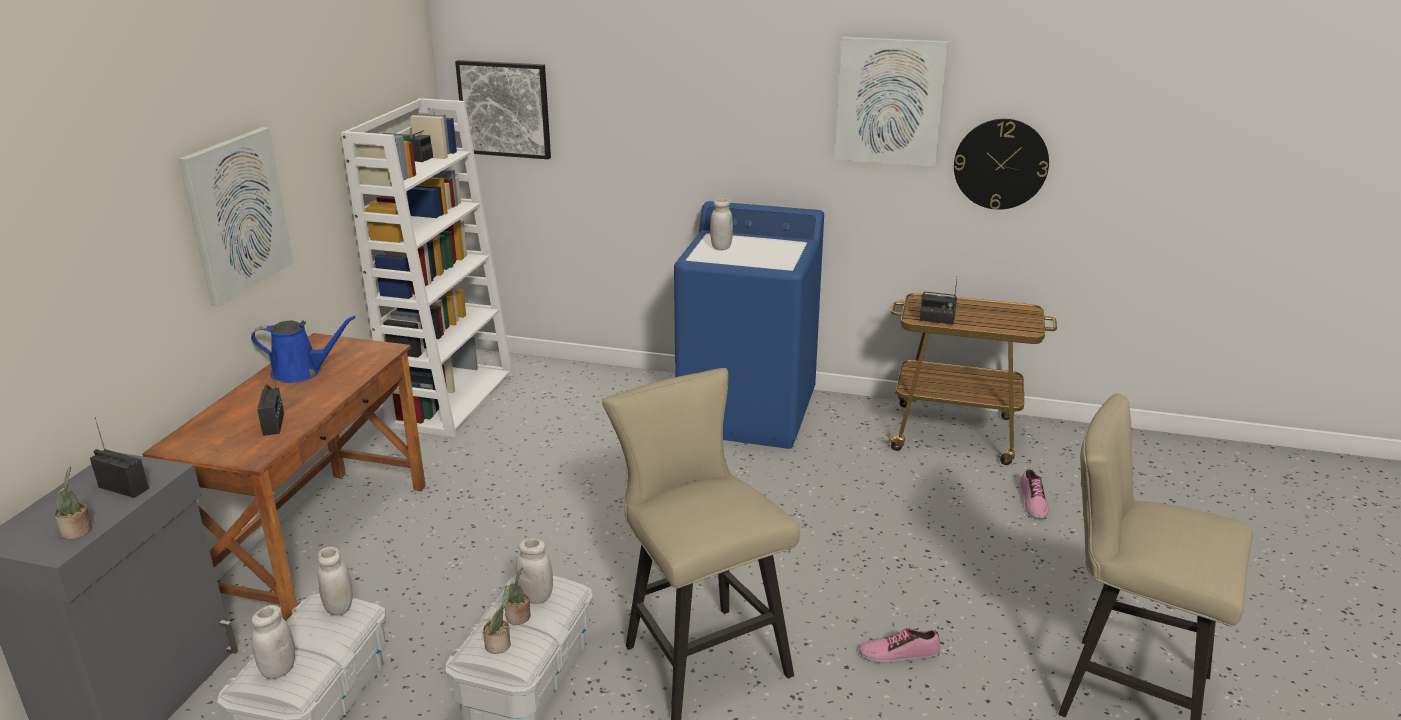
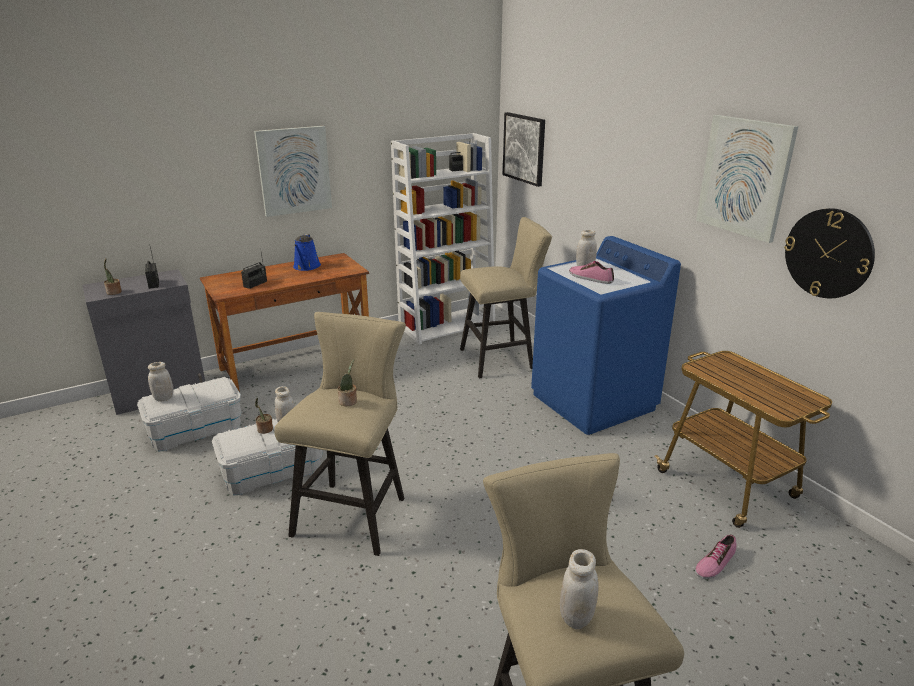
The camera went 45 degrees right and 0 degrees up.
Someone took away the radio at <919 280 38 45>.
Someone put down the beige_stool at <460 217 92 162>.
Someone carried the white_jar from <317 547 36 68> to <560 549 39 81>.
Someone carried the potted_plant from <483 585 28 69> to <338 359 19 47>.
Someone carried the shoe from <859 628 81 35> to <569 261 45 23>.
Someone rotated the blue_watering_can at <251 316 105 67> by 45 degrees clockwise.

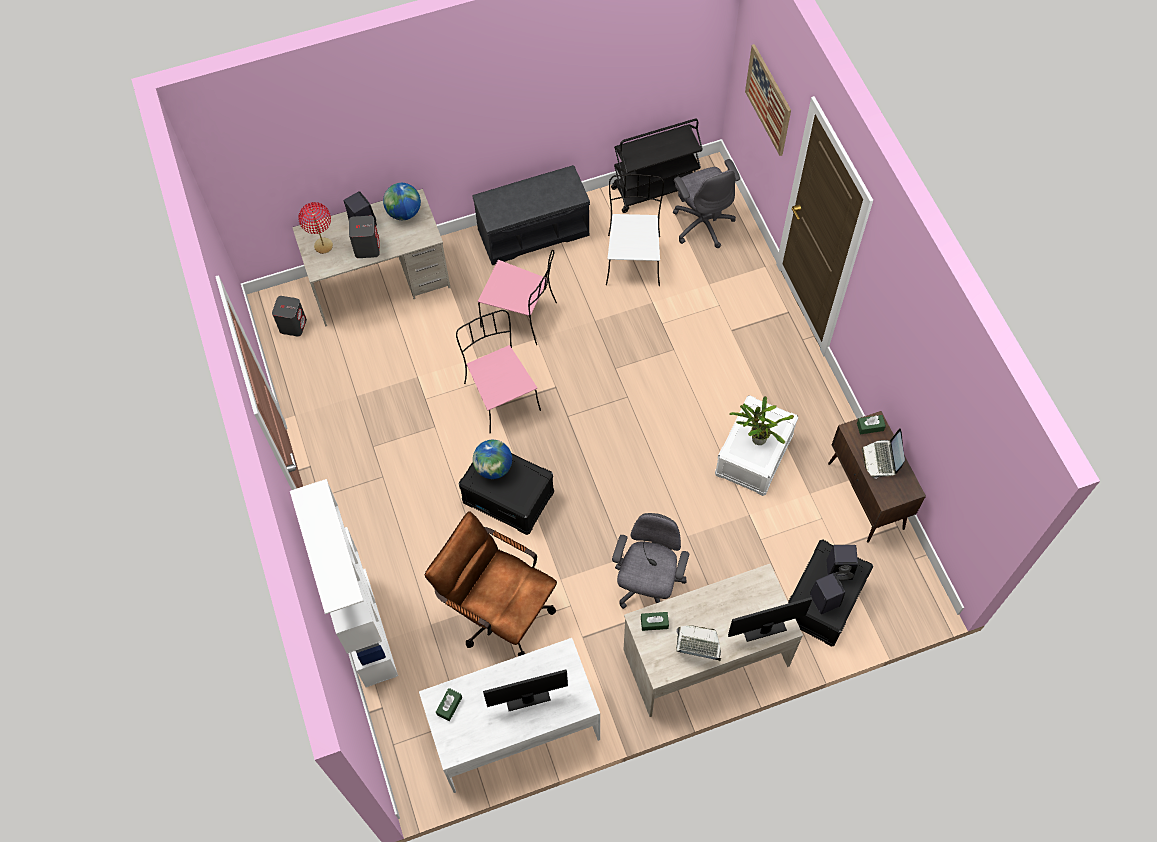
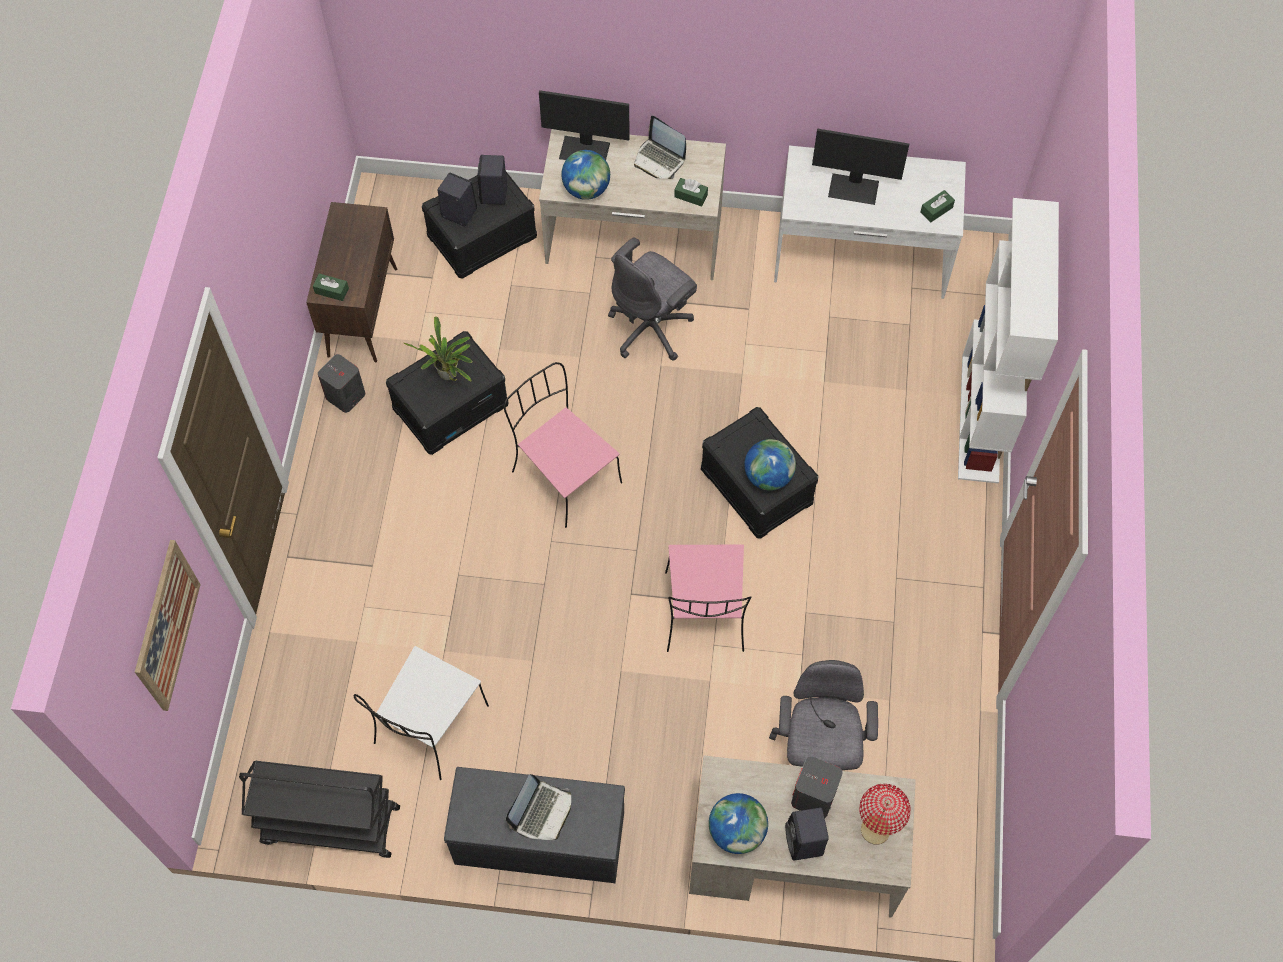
The camera went 155 degrees left and 0 degrees up.
Someone took away the brown_office_chair at <425 511 132 145>.
Someone put down the globe at <561 150 49 50>.
Someone carried the grey_speaker from <272 296 35 40> to <318 354 47 59>.
Someone carried the pink_chair from <478 250 79 95> to <504 362 118 166>.
Someone carried the grey_office_chair from <673 159 67 89> to <769 660 109 110>.
Someone carried the laptop from <862 428 43 51> to <506 774 65 66>.
Someone repainted the white_storage_box at <715 395 83 101>, which became the black_storage_box at <386 331 123 124>.

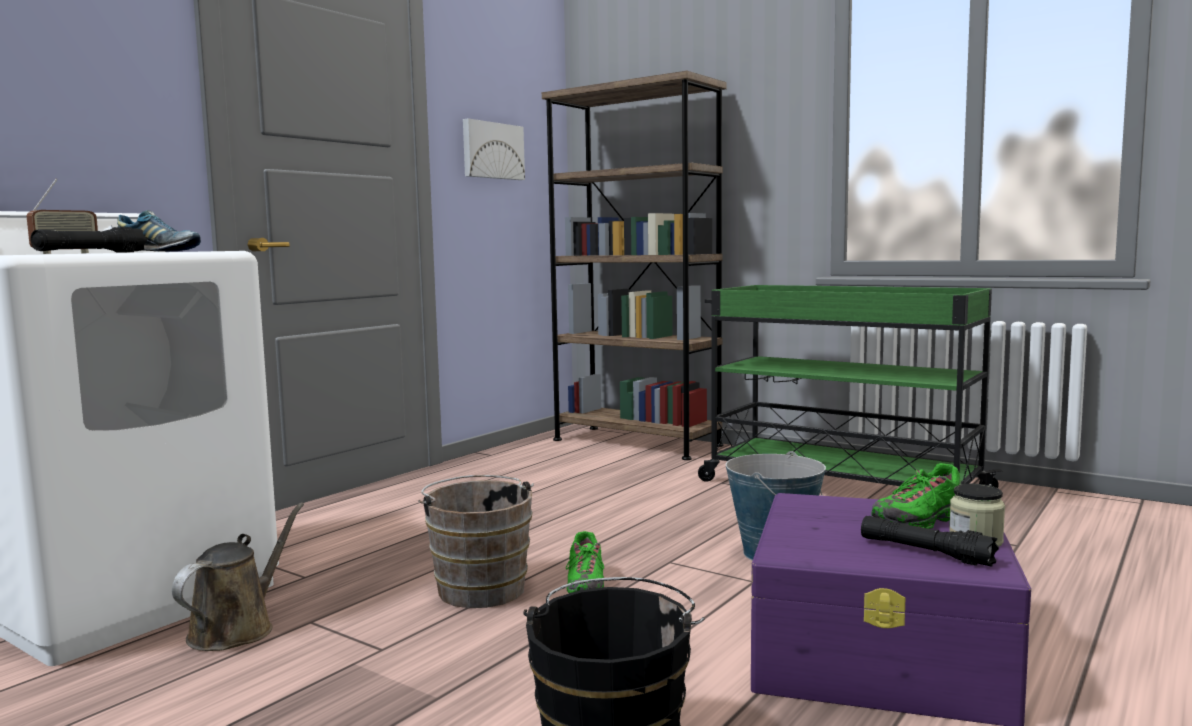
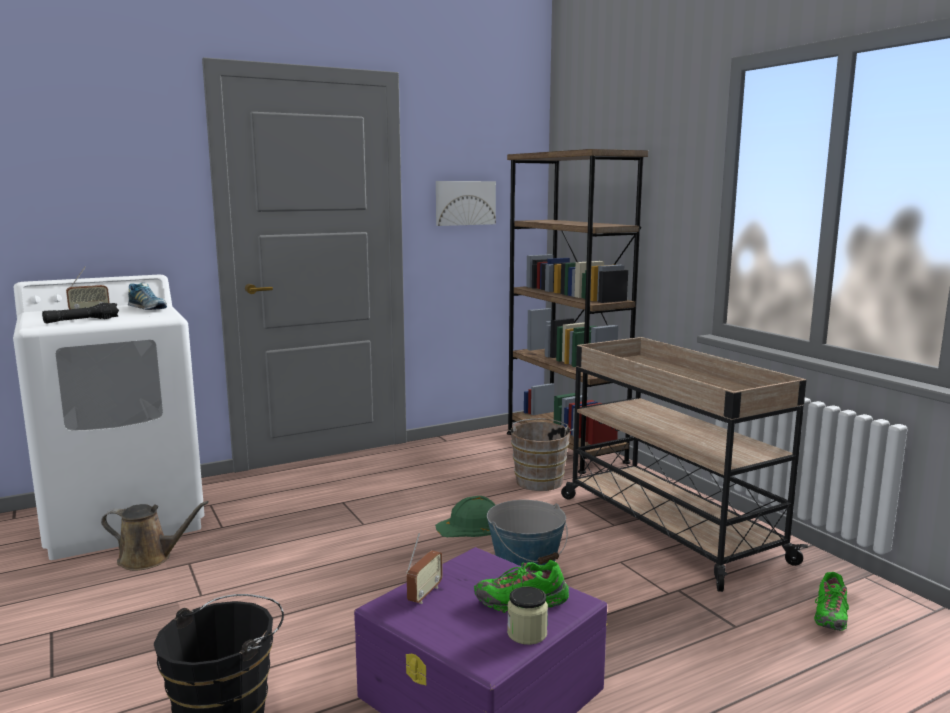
The camera went 25 degrees right and 5 degrees up.
Someone took away the black_flashlight at <861 516 138 51>.
Someone put down the radio at <406 533 37 71>.
Someone put down the green_hard_hat at <435 496 60 41>.
Someone carried the brown_bucket from <418 475 116 133> to <508 418 65 73>.
Someone carried the green_shoe from <566 531 38 62> to <814 572 35 59>.
Someone repainted the green_cart at <698 285 305 203>, which became the beige_cart at <561 337 247 255>.
Someone rotated the brown_watering_can at <172 502 132 149> by 45 degrees clockwise.

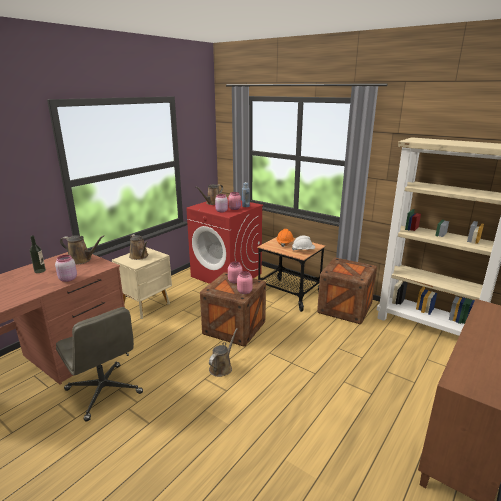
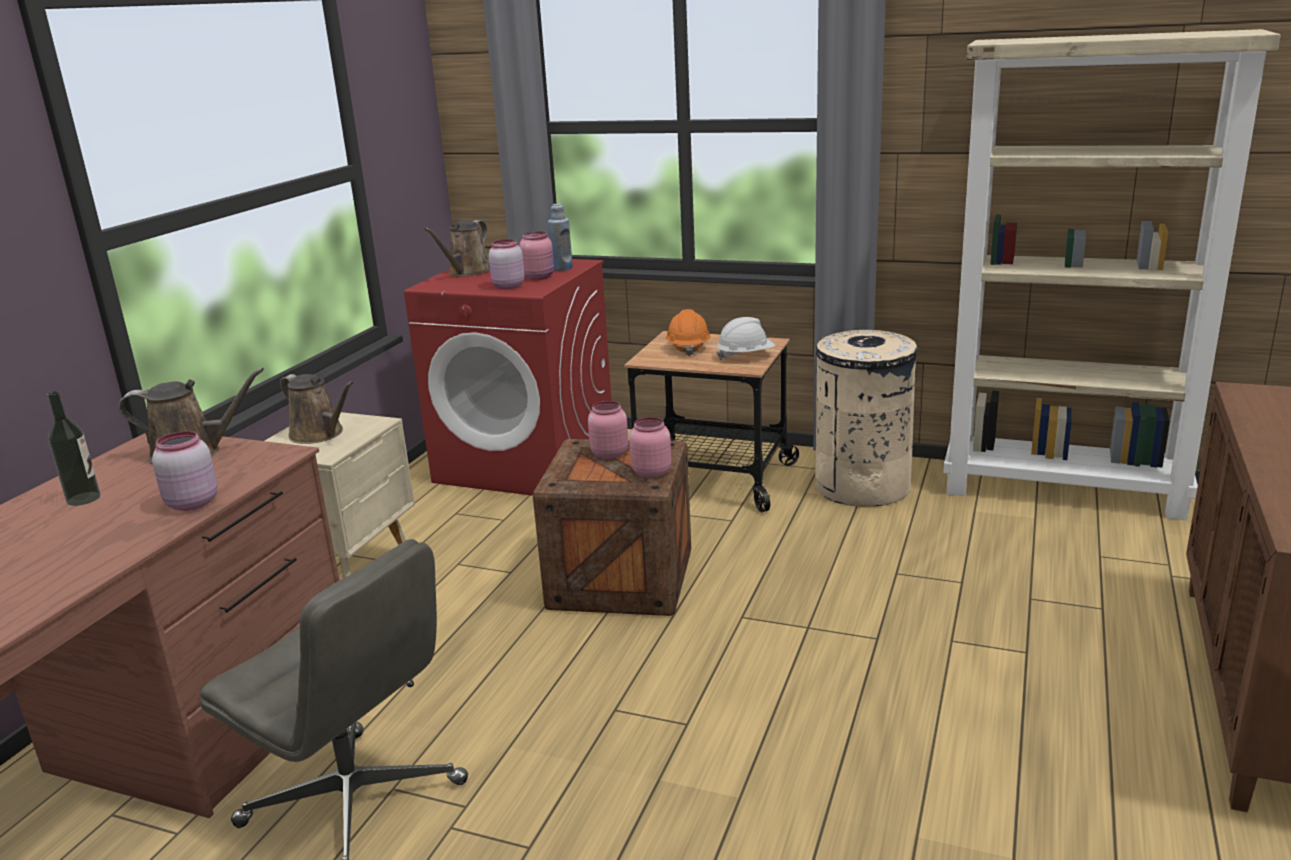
The camera went 15 degrees left and 0 degrees up.
Someone took away the brown_watering_can at <209 328 29 49>.
Someone swapped the crate at <317 258 60 66> for the beige_trash_can at <815 330 102 177>.

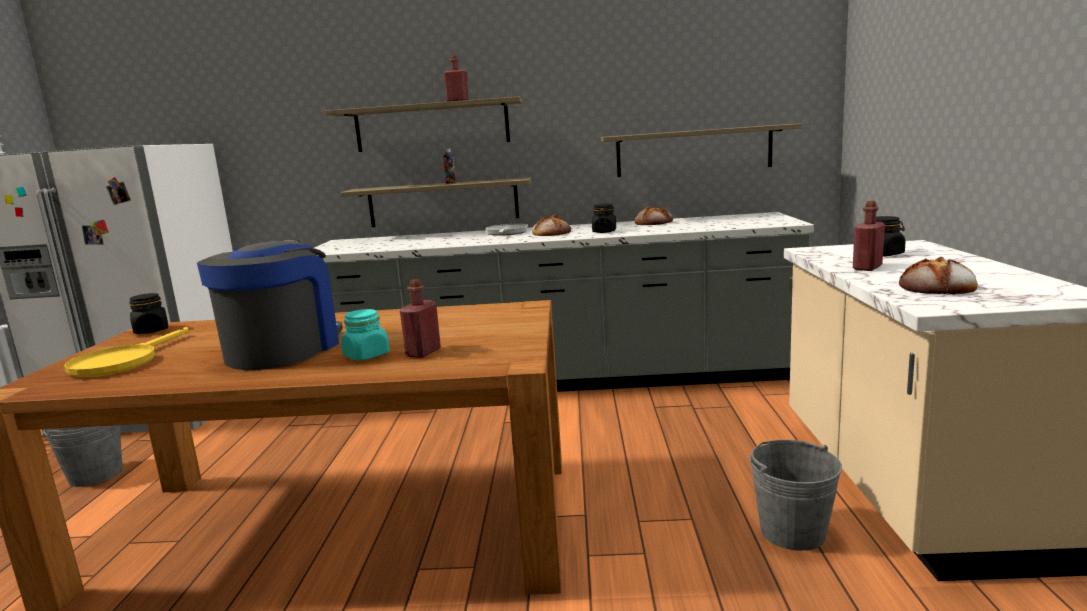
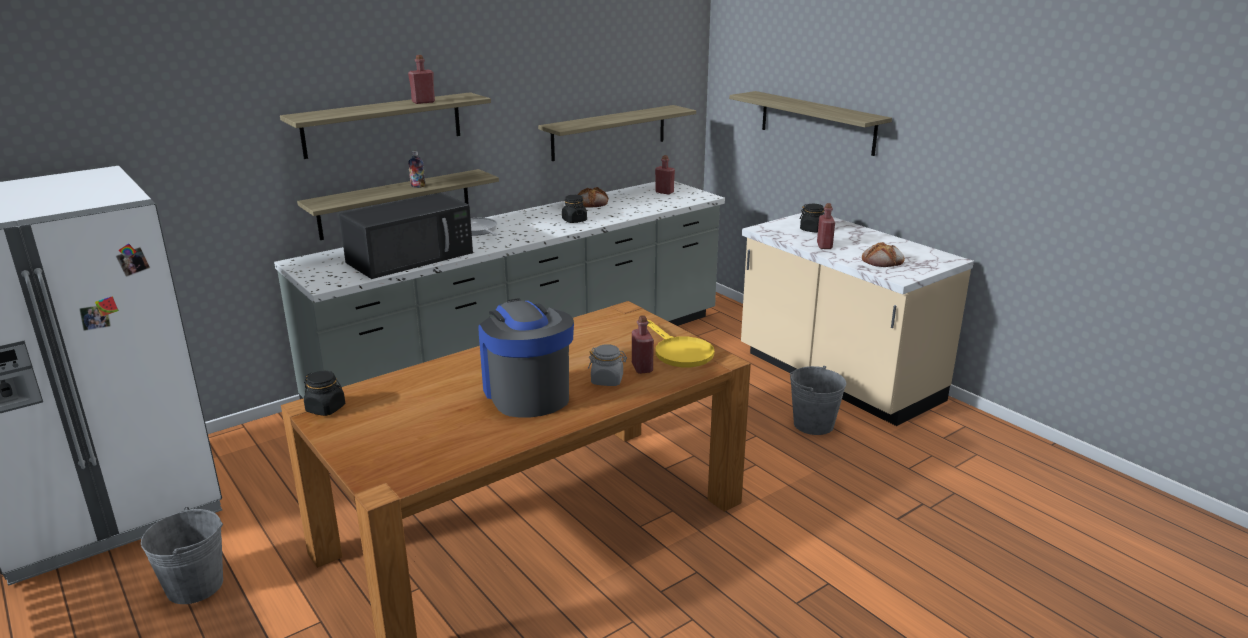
The camera went 40 degrees left and 10 degrees up.
Someone took away the bread at <532 215 39 21>.
Someone put down the black_microwave at <339 193 134 86>.
Someone put down the red_bottle at <655 155 20 40>.
Someone put up the shelf at <729 91 163 65>.
Someone carried the yellow_frying_pan from <64 327 125 50> to <648 320 66 47>.
Someone repainted the turquoise_jar at <341 309 49 51>, which became the grey_jar at <588 344 39 42>.

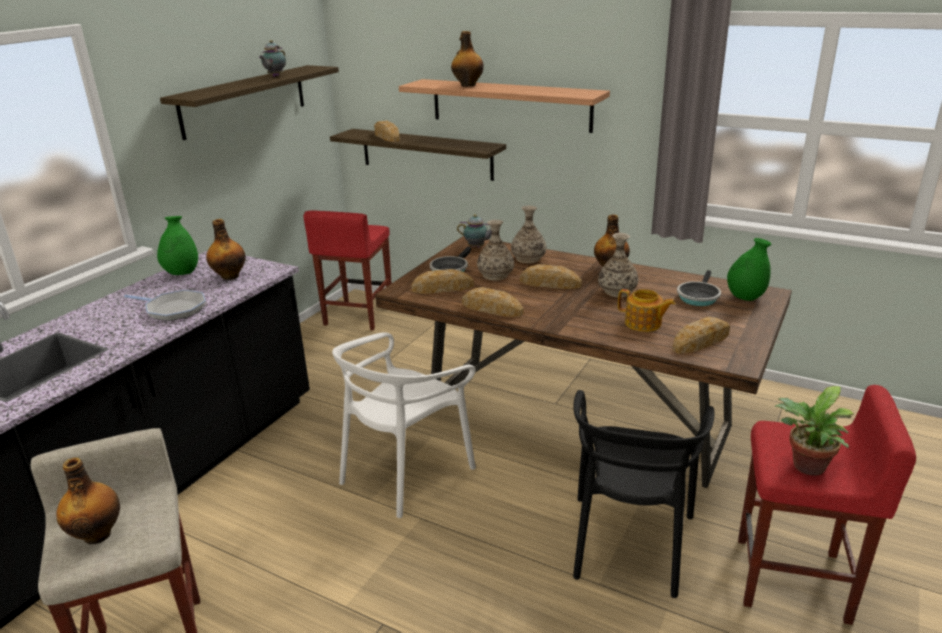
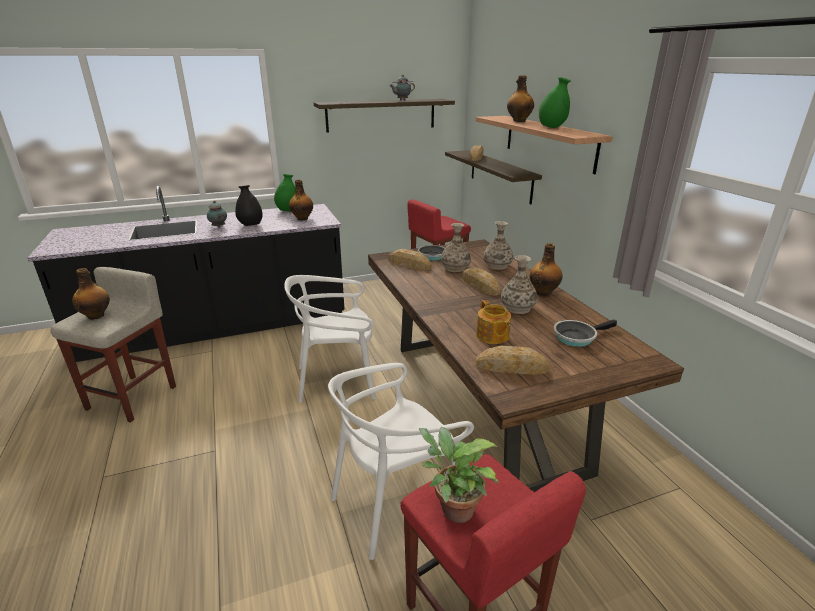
The camera went 40 degrees right and 0 degrees up.
Someone took away the bread at <462 287 62 30>.
Someone carried the teapot from <457 214 35 34> to <207 201 20 27>.
Someone carried the green_vase from <727 238 44 63> to <539 77 32 51>.
Someone swapped the frying_pan at <124 290 82 31> for the black_vase at <235 185 27 41>.
Someone repainted the black_chair at <573 390 142 208>, which became the white_chair at <328 363 146 197>.

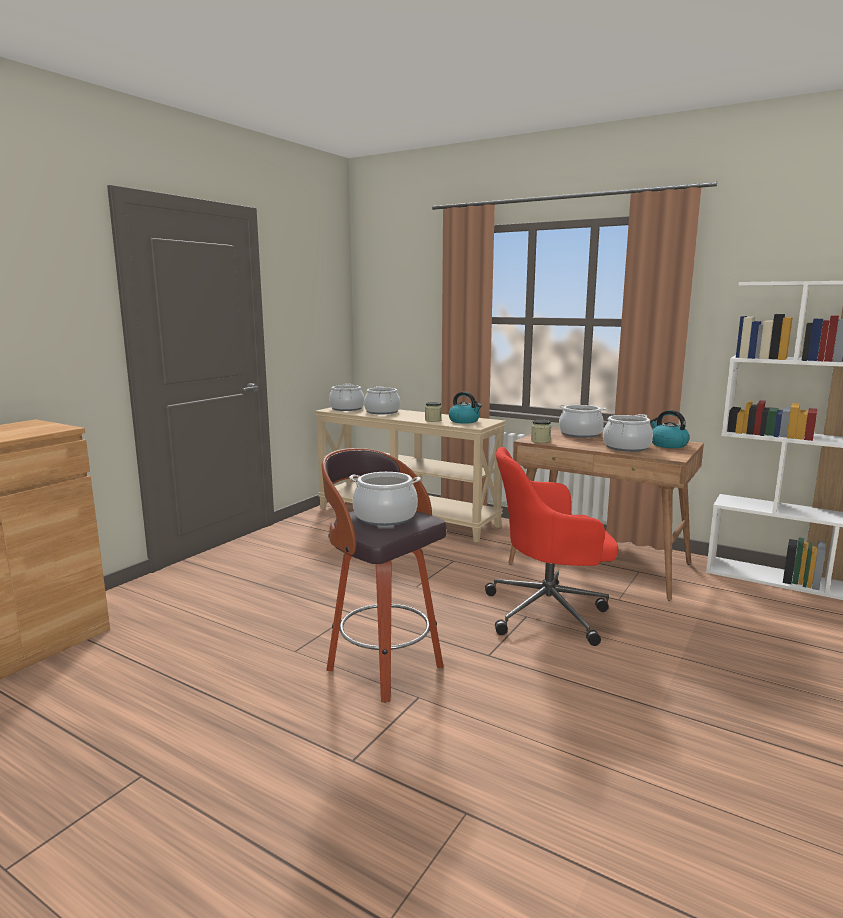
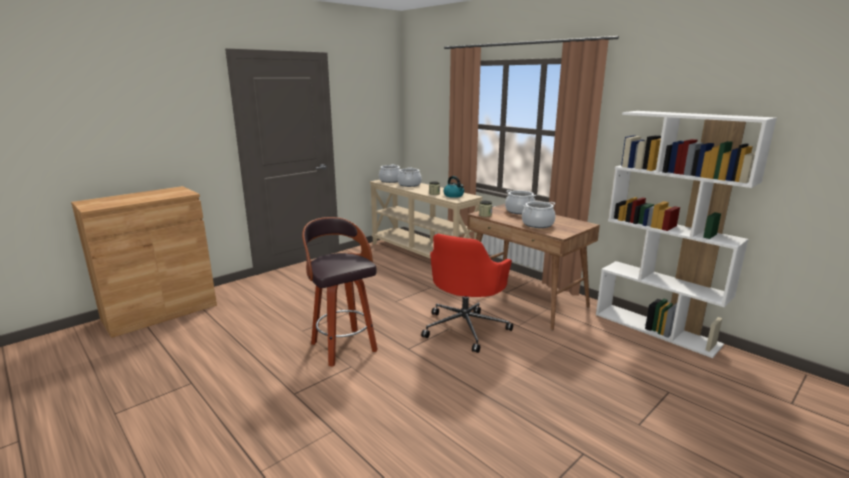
The camera went 15 degrees right and 5 degrees up.
Someone took away the cooking_pot at <349 472 72 54>.
Someone took away the kettle at <650 410 40 38>.
Someone rotated the red_office_chair at <485 447 133 199> by 75 degrees counterclockwise.

